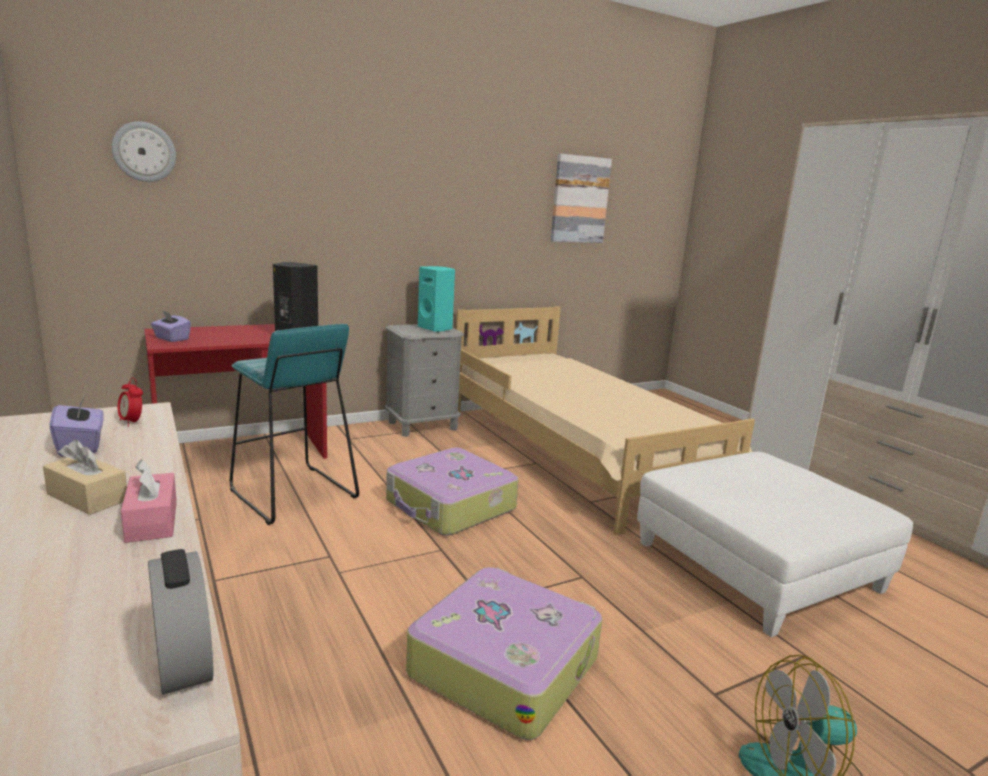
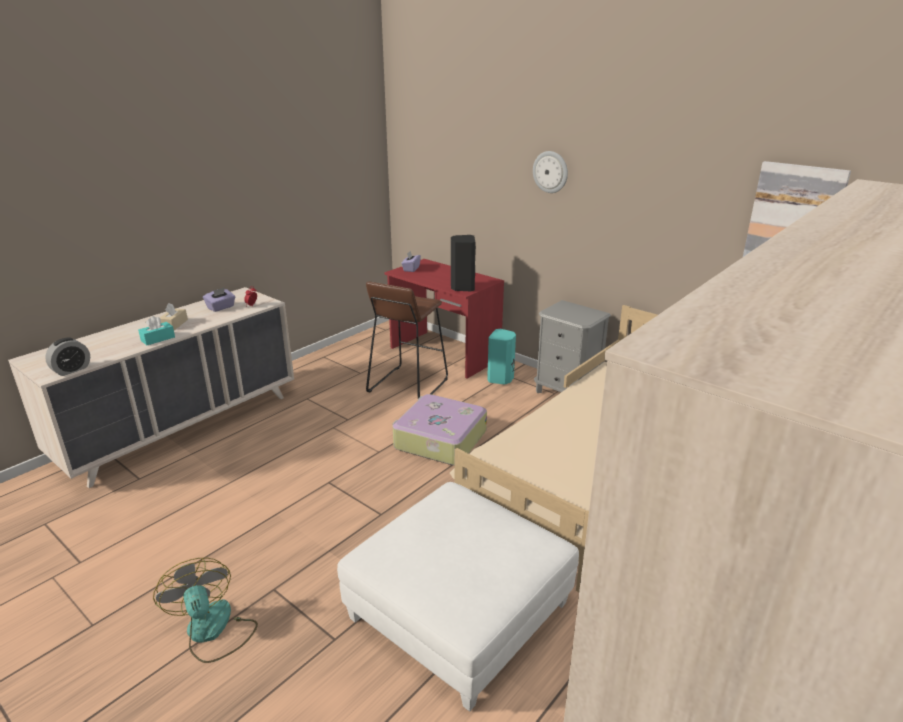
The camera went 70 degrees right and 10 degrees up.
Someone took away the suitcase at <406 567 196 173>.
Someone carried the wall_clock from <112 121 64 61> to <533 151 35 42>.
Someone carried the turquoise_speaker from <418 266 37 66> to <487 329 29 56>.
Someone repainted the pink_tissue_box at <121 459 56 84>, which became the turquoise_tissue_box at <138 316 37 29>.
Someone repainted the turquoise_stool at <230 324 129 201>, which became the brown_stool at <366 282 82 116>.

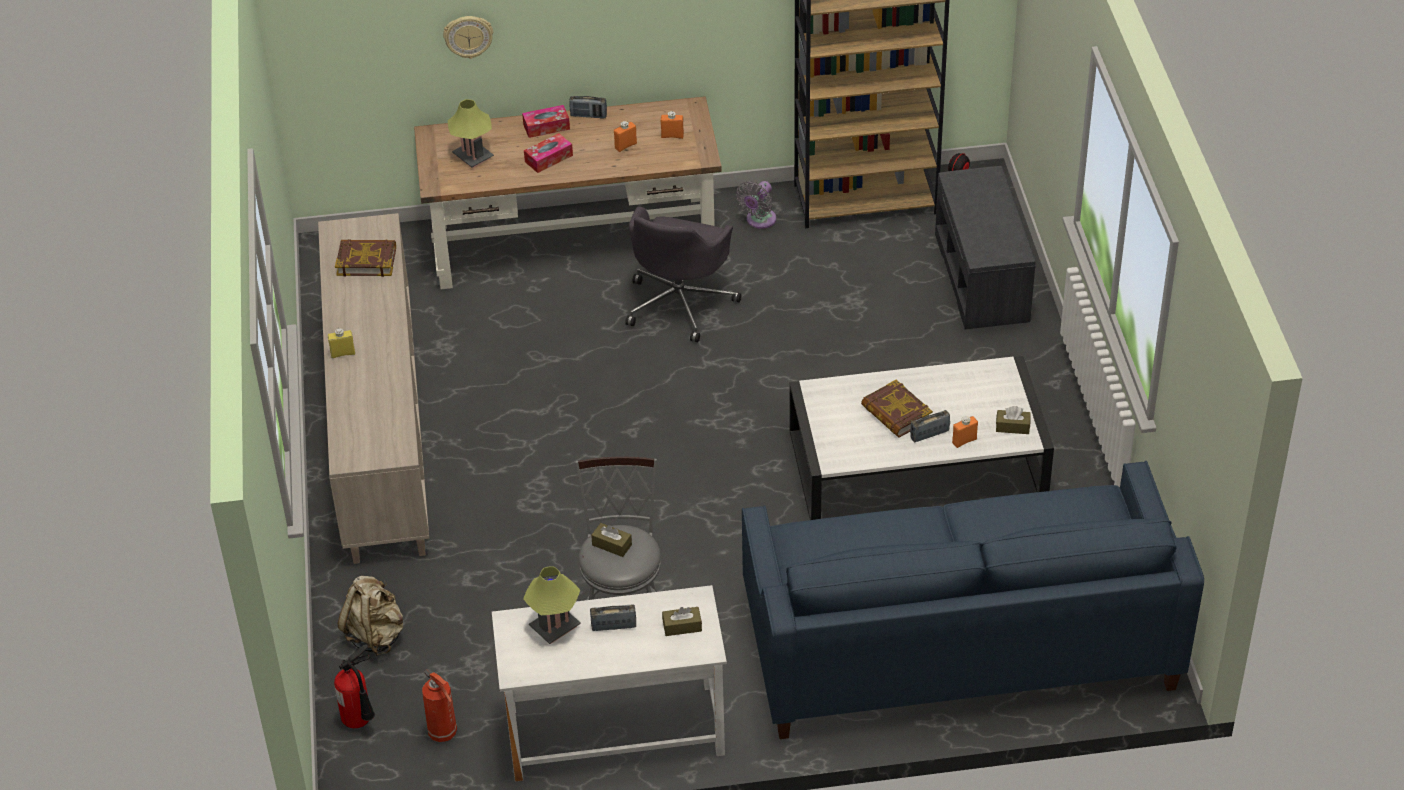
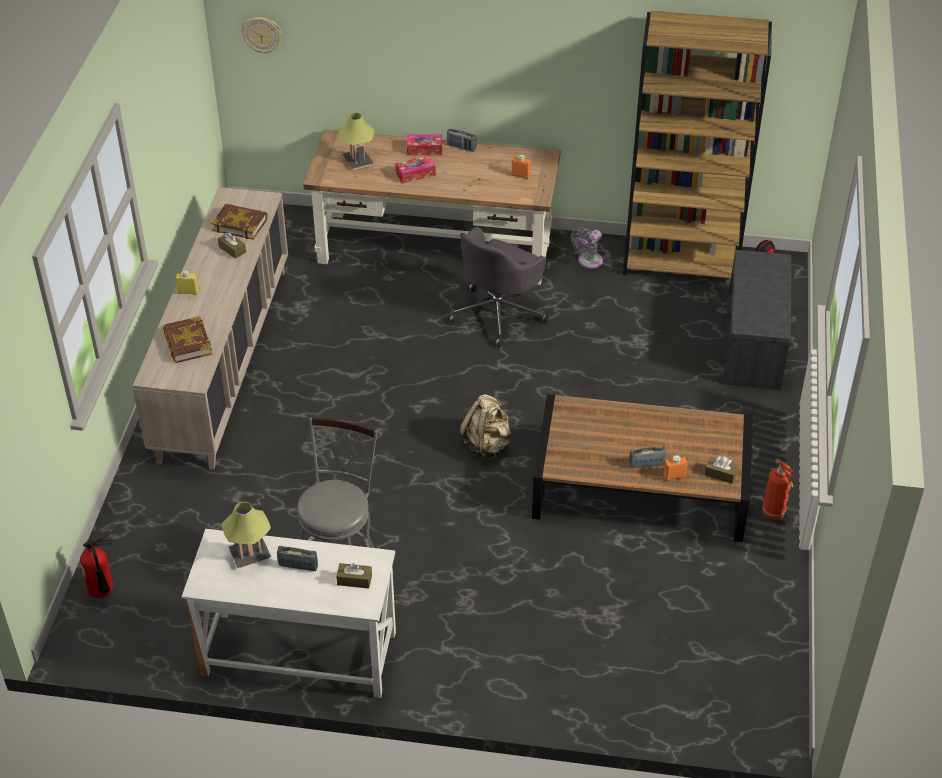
The camera went 15 degrees right and 0 degrees up.
Someone took away the orange_bottle at <614 121 23 31>.
Someone took away the blue_sofa at <742 461 462 278>.
Someone carried the beige_backpack from <338 576 65 80> to <459 394 52 66>.
Someone carried the fire_extinguisher from <422 669 35 73> to <762 458 32 62>.
Someone carried the wall_clock from <443 16 50 43> to <241 17 41 37>.
Someone carried the brown_tissue_box from <591 523 41 34> to <218 232 28 27>.
Someone carried the book from <861 379 72 59> to <163 316 49 47>.
Someone repainted the white_coffee_table at <790 356 264 164>, which became the brown_coffee_table at <532 394 221 148>.

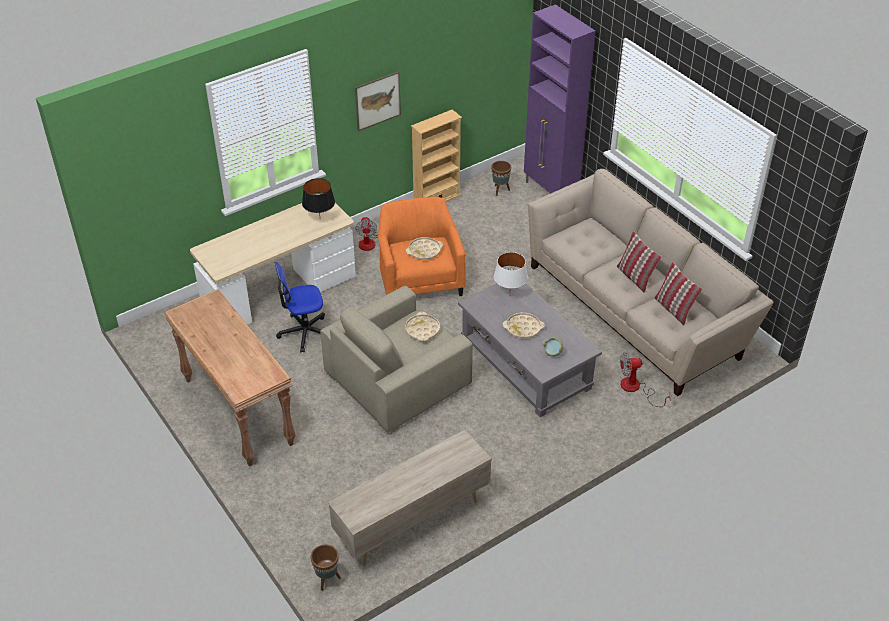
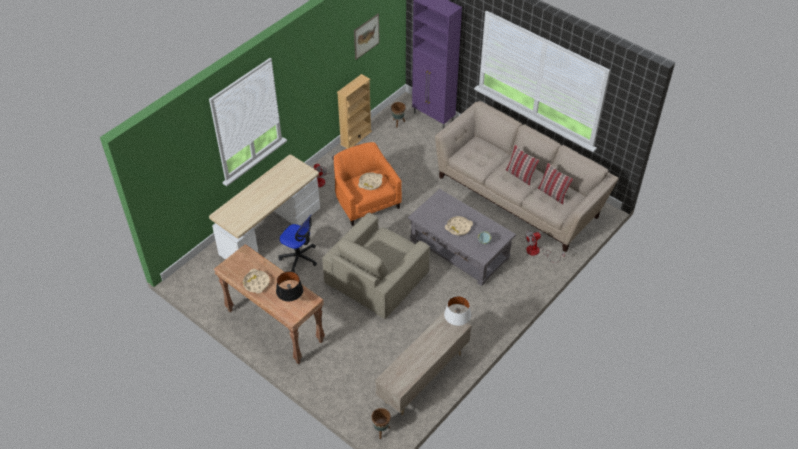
The camera went 15 degrees left and 5 degrees up.
Someone carried the black_table_lamp from <302 178 33 37> to <276 271 27 30>.
Someone carried the picture from <355 71 46 60> to <354 14 26 46>.
Someone carried the beige_tray from <405 312 35 29> to <243 269 27 25>.
Someone carried the white_table_lamp from <494 252 34 36> to <444 296 27 30>.
Someone rotated the office_chair at <275 262 50 90> by 120 degrees counterclockwise.

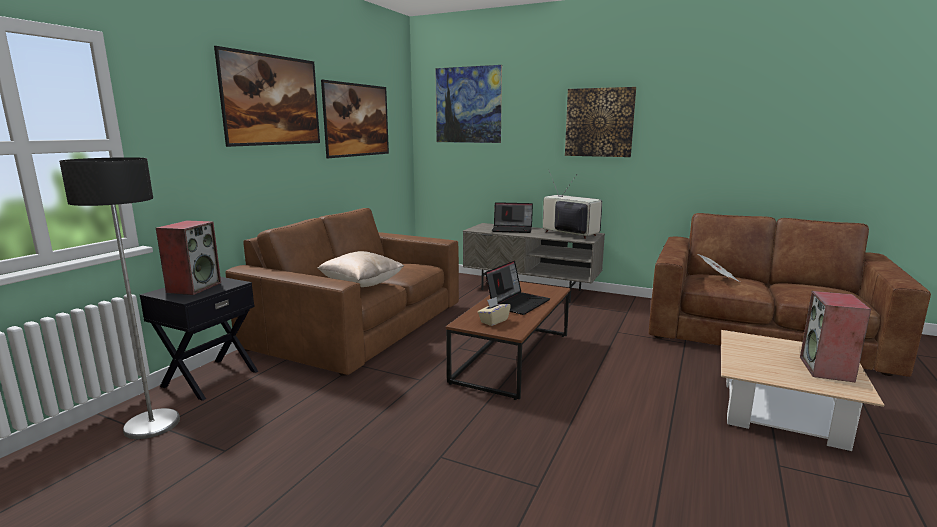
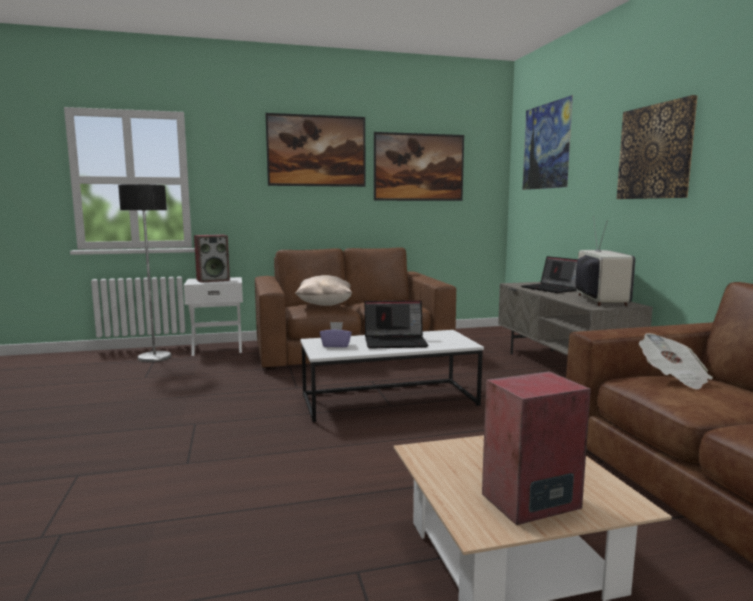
The camera went 50 degrees right and 5 degrees down.
Someone repainted the black_side_table at <140 277 118 124>, which became the white_side_table at <184 277 59 79>.
Someone repainted the brown_coffee_table at <446 281 125 119>, which became the white_coffee_table at <300 330 184 92>.
Someone repainted the beige_tissue_box at <478 297 33 29>, which became the purple_tissue_box at <320 322 32 25>.

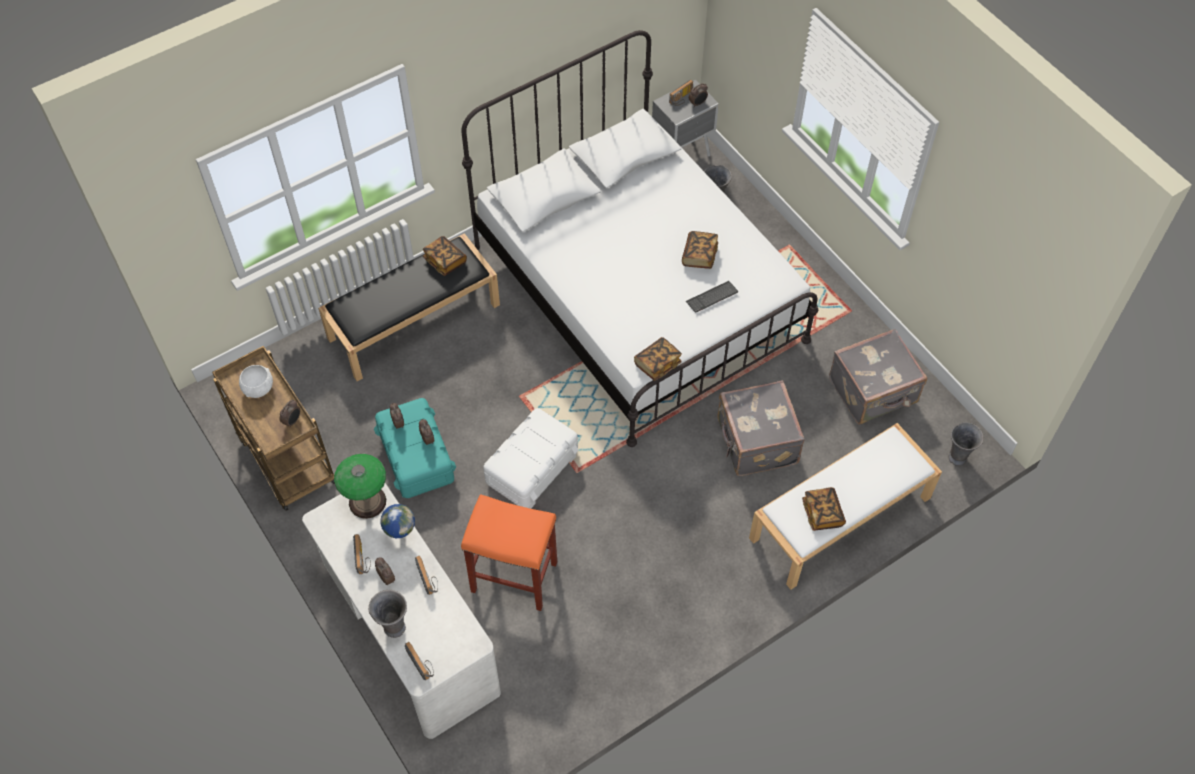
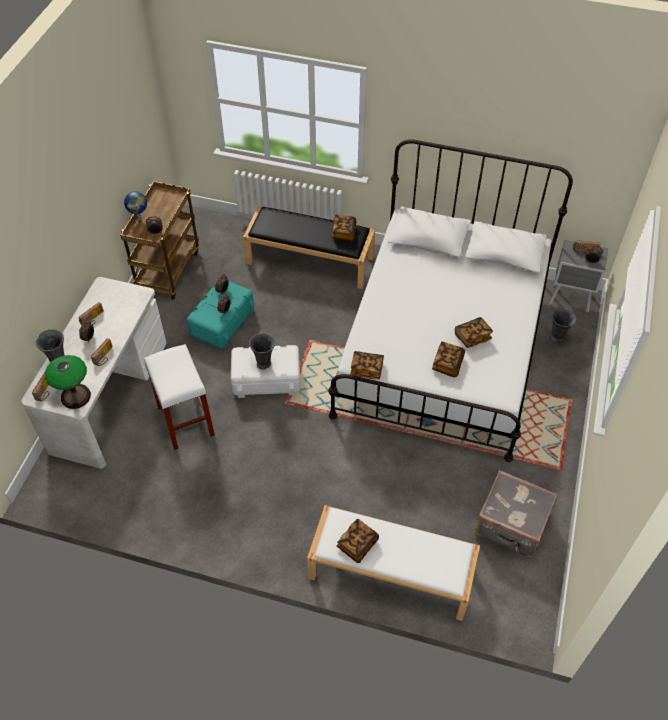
The camera went 50 degrees right and 5 degrees down.
Someone took away the white_bowl at <239 365 34 33>.
Someone took away the grey_suitcase at <717 380 88 96>.
Someone carried the table_lamp from <334 454 52 65> to <45 355 46 54>.
Someone carried the globe from <380 504 35 34> to <124 191 23 29>.
Someone carried the grey_vase from <948 422 36 44> to <249 333 26 37>.
Someone swapped the keyboard at <685 281 53 32> for the book at <432 342 33 35>.
Someone repainted the orange_stool at <461 494 96 117>, which became the white_stool at <144 344 71 106>.

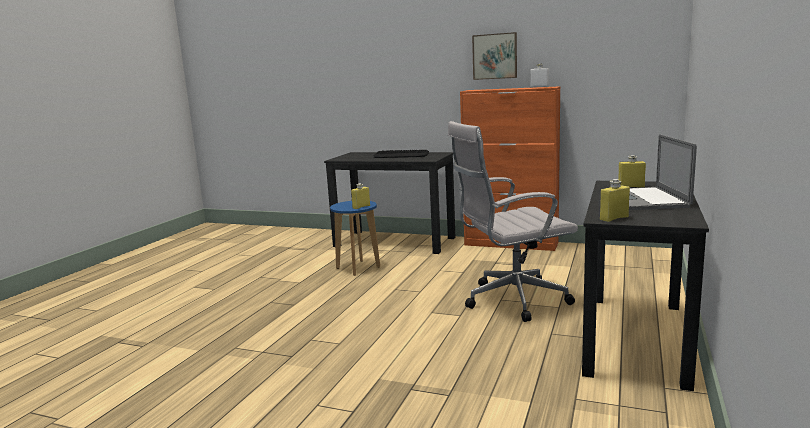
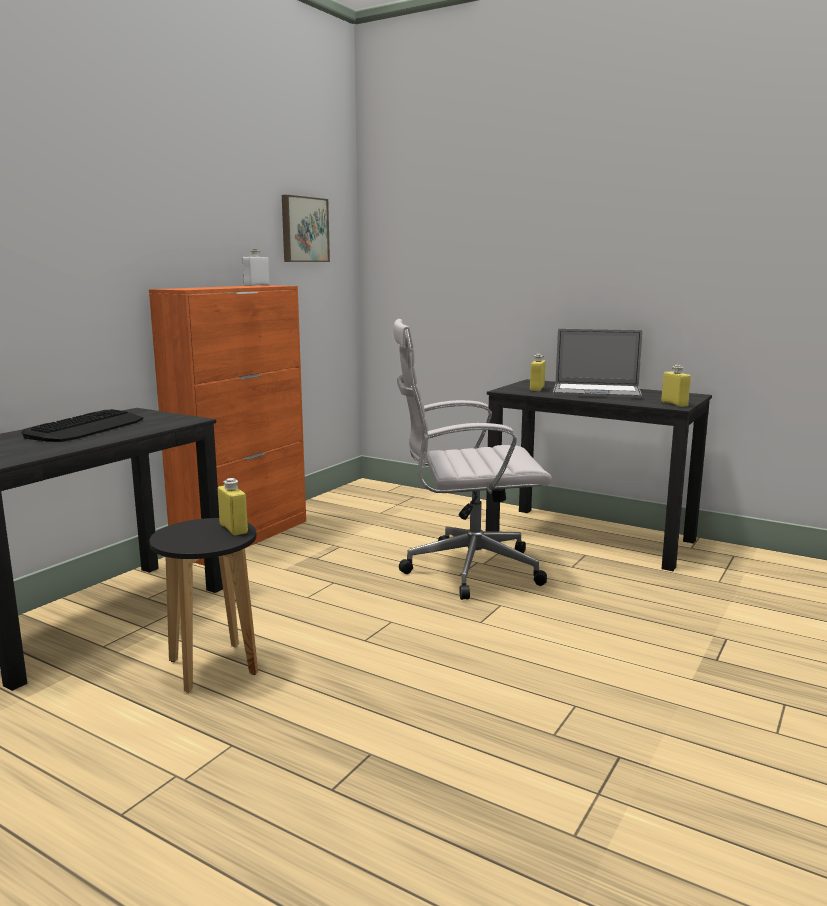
The camera went 80 degrees left and 0 degrees up.
Someone carried the picture from <472 32 45 48> to <282 195 48 67>.
Someone repainted the blue_stool at <330 201 50 75>, which became the black_stool at <149 518 109 174>.
Someone rotated the white_office_chair at <448 121 130 201> by 90 degrees clockwise.

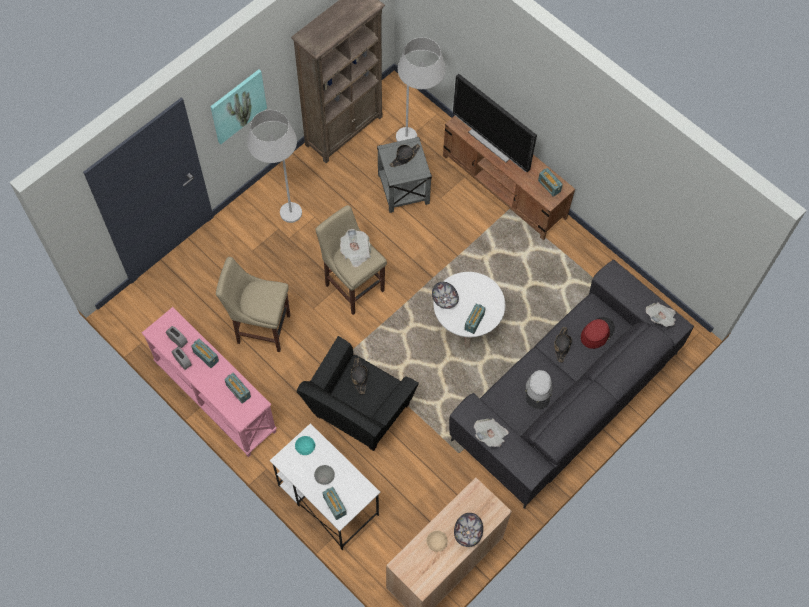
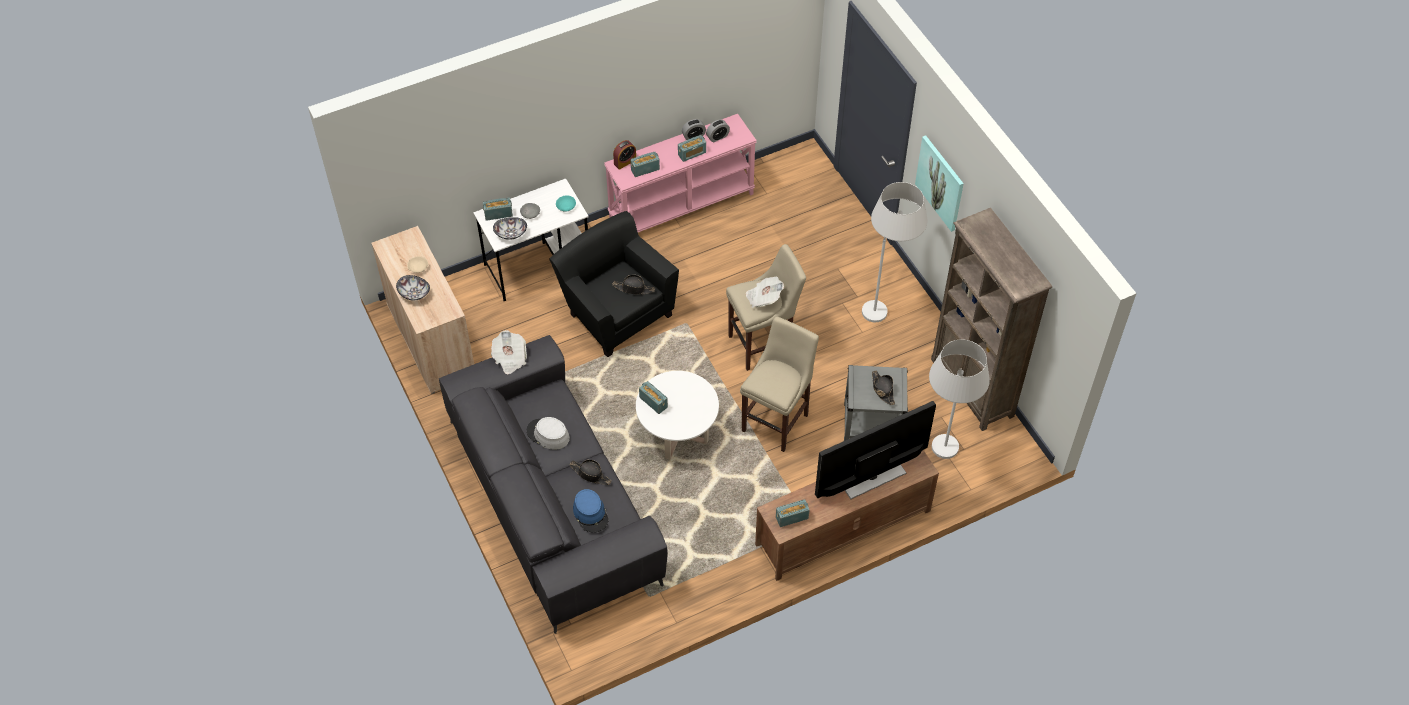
The camera went 110 degrees right and 10 degrees down.
Someone took away the newspaper at <646 302 30 25>.
Someone put down the alarm_clock at <613 140 23 30>.
Someone carried the beige_stool from <216 257 74 95> to <740 317 79 135>.
Someone carried the bowl from <432 282 27 27> to <493 217 34 23>.
Someone repainted the red_hat at <581 317 34 32>, which became the blue_hat at <573 489 36 44>.

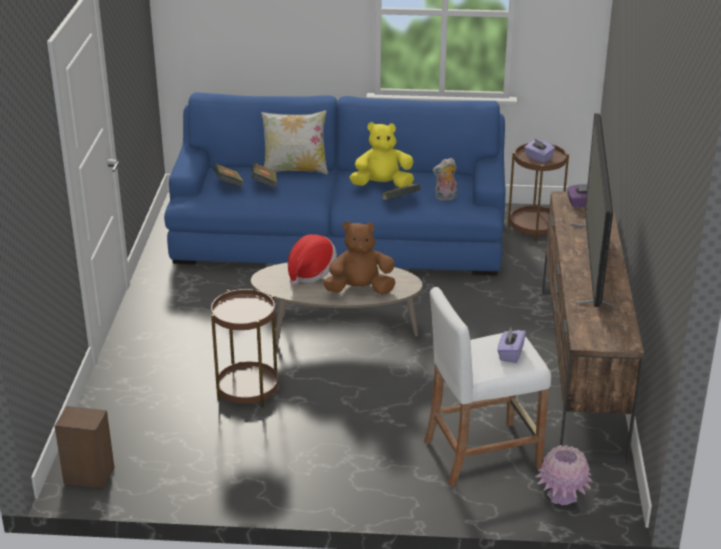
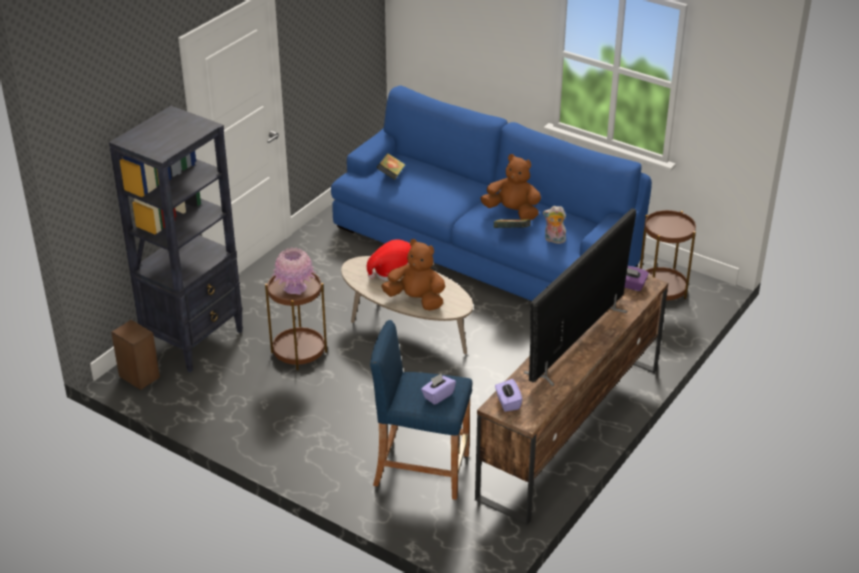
The camera went 30 degrees right and 5 degrees up.
Someone took away the book at <251 163 26 25>.
Someone took away the pillow at <261 110 67 64>.
Someone put down the black_bookcase at <109 106 134 267>.
Someone carried the purple_tissue_box from <524 138 31 25> to <495 379 27 33>.
Someone carried the pink_vase from <535 445 58 60> to <271 247 45 48>.
Someone repainted the yellow_plush_toy at <350 122 64 66>, which became the brown_plush_toy at <480 154 61 66>.
Someone repainted the white_stool at <424 287 127 199>, which became the blue_stool at <370 320 103 180>.

